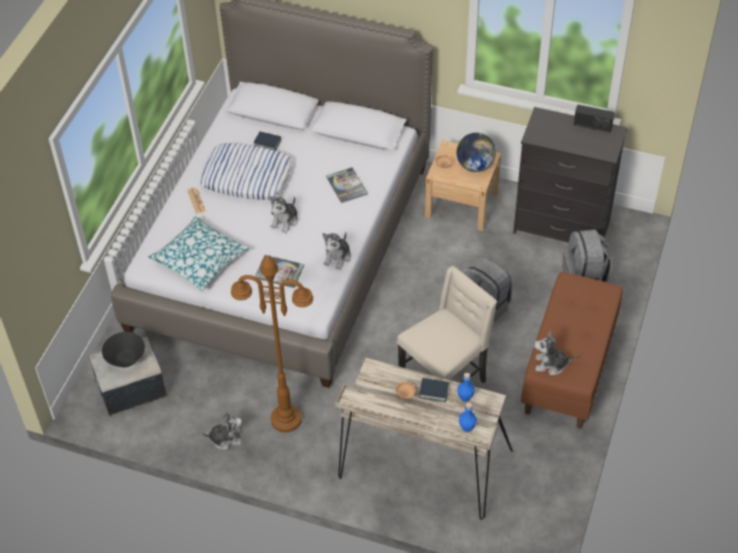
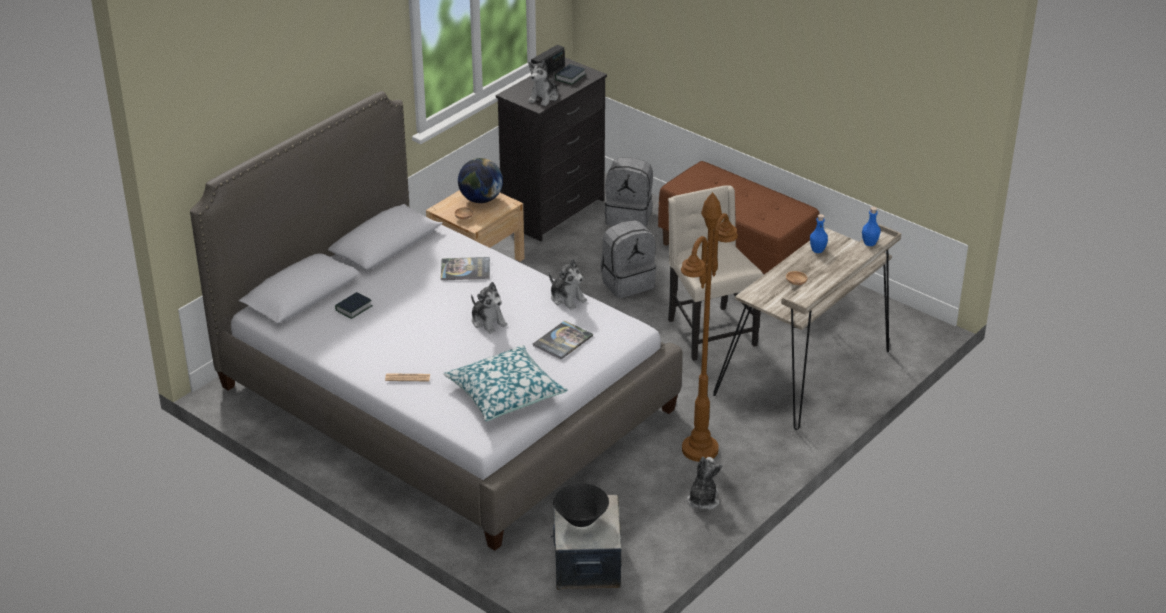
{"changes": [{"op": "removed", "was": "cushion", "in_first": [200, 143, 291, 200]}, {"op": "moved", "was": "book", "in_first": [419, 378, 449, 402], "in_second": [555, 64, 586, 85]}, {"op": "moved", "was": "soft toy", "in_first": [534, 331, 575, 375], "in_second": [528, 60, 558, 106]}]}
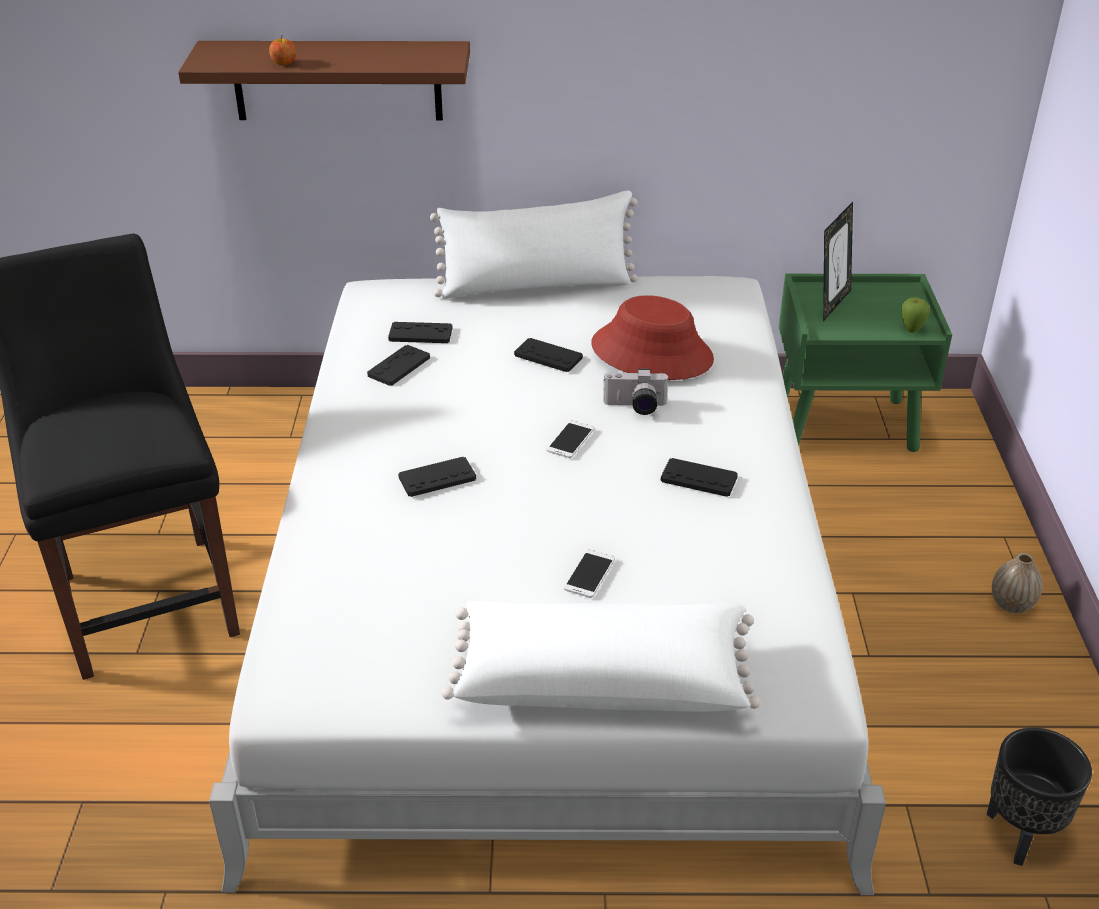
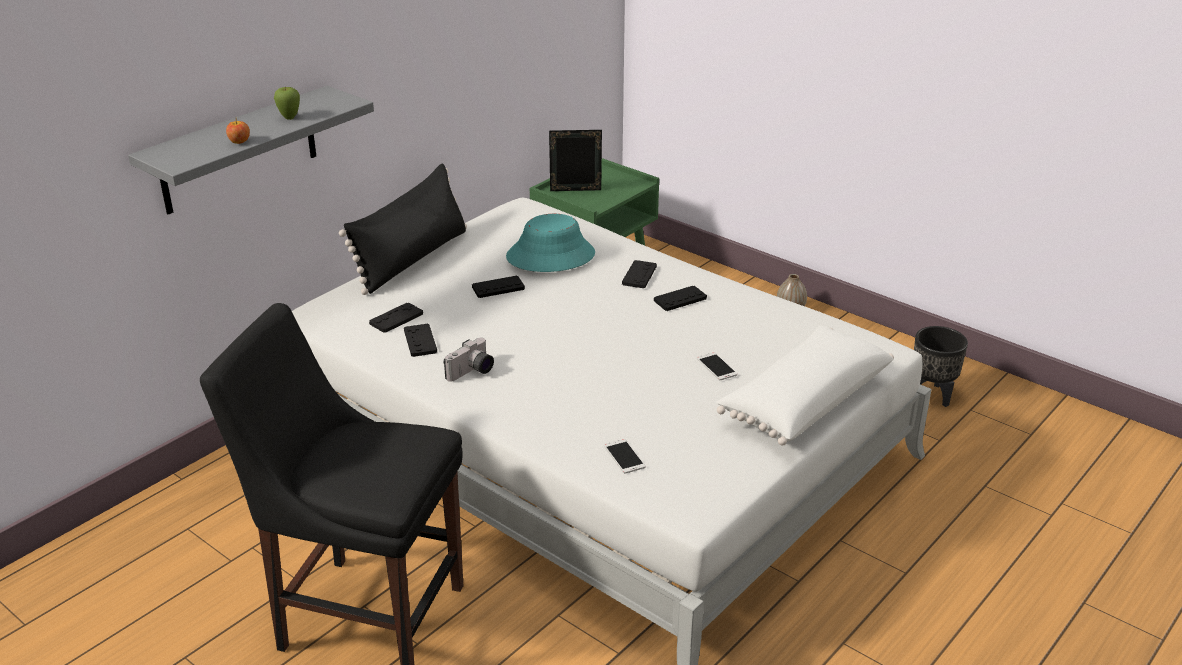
{"changes": [{"op": "moved", "was": "gamepad in blackish", "in_first": [398, 457, 476, 497], "in_second": [622, 260, 657, 288]}, {"op": "moved", "was": "phone", "in_first": [547, 420, 594, 458], "in_second": [604, 439, 645, 473]}, {"op": "moved", "was": "photo camera", "in_first": [603, 369, 670, 415], "in_second": [443, 338, 494, 382]}, {"op": "moved", "was": "apple", "in_first": [902, 297, 930, 333], "in_second": [274, 87, 300, 120]}, {"op": "recoloured", "was": "bracket shelf in brown-coloured", "now": "bracket shelf in gray", "in_first": [178, 41, 470, 121], "in_second": [128, 86, 374, 214]}, {"op": "recoloured", "was": "cushion in white", "now": "cushion in blackish", "in_first": [430, 191, 638, 299], "in_second": [339, 164, 467, 295]}, {"op": "recoloured", "was": "wearable hat in red-coloured", "now": "wearable hat in blue-green", "in_first": [591, 295, 714, 380], "in_second": [506, 214, 595, 272]}, {"op": "turned", "was": "picture frame", "in_first": [823, 202, 853, 321], "in_second": [549, 130, 602, 191], "clockwise": -75}]}
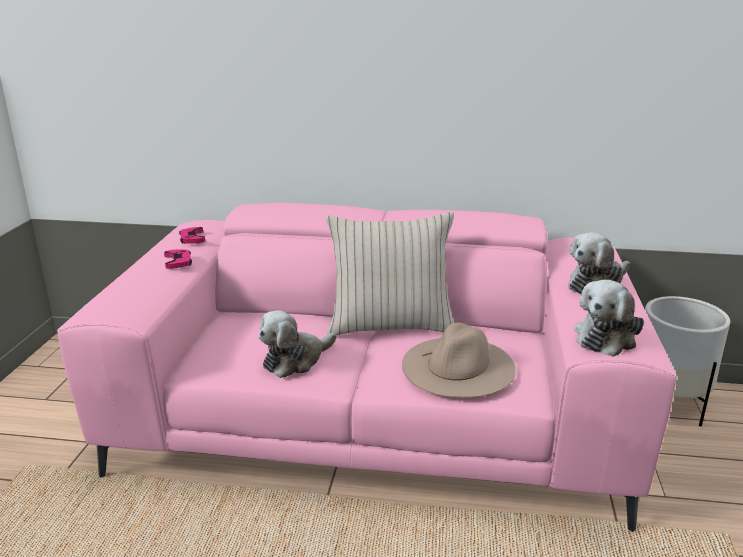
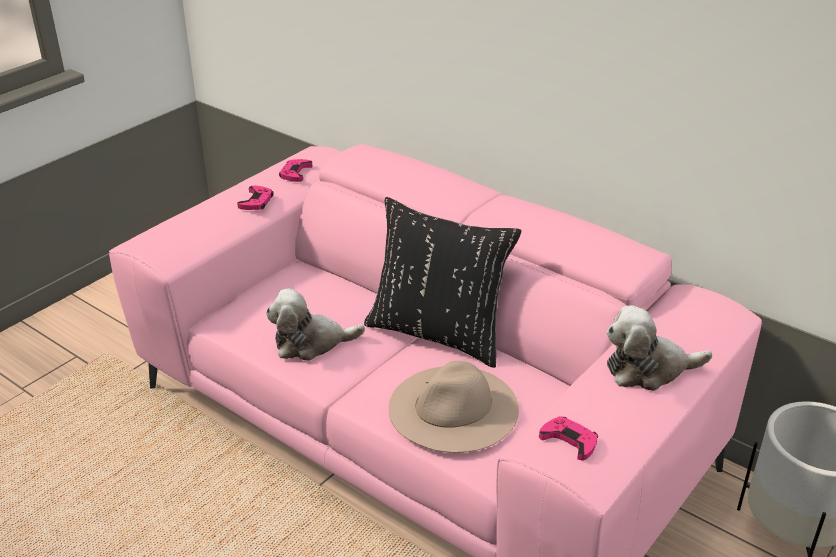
{"changes": [{"op": "replaced", "was": "soft toy", "now": "gamepad in pink-coloured", "in_first": [574, 279, 644, 357], "in_second": [539, 416, 598, 460]}, {"op": "recoloured", "was": "cushion in beige-coloured", "now": "cushion in blackish", "in_first": [326, 212, 454, 335], "in_second": [364, 197, 521, 368]}]}
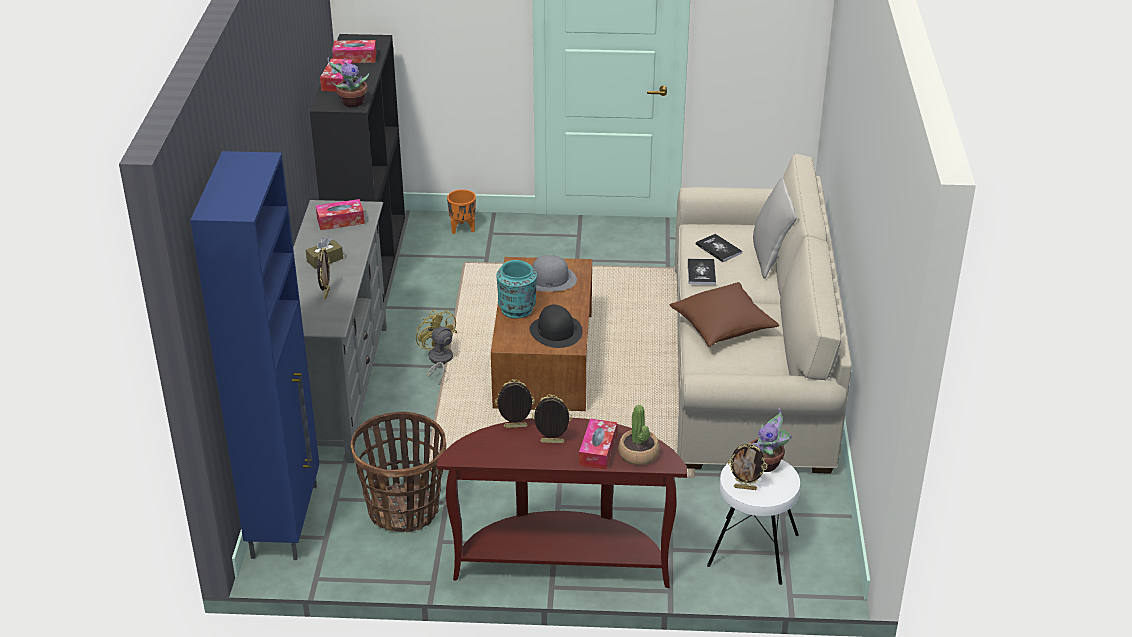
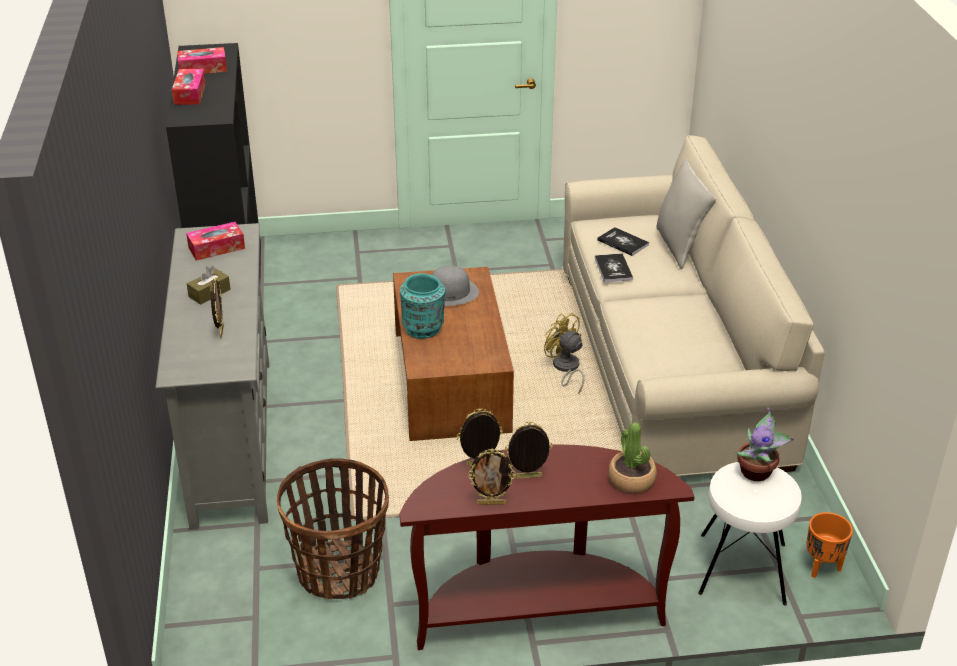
{"changes": [{"op": "removed", "was": "storage cabinet in bluish", "in_first": [190, 151, 319, 560]}, {"op": "removed", "was": "potted plant", "in_first": [327, 57, 369, 107]}, {"op": "removed", "was": "wearable hat in blackish", "in_first": [529, 305, 583, 348]}, {"op": "removed", "was": "box of tissues", "in_first": [579, 418, 617, 470]}, {"op": "removed", "was": "cushion in brown-coloured", "in_first": [670, 282, 779, 347]}, {"op": "moved", "was": "electric fan in yellowish", "in_first": [416, 309, 457, 385], "in_second": [544, 313, 584, 394]}, {"op": "moved", "was": "flower pot in orange-coloured", "in_first": [447, 189, 476, 234], "in_second": [806, 512, 853, 578]}, {"op": "moved", "was": "picture frame", "in_first": [728, 443, 768, 490], "in_second": [467, 449, 516, 505]}]}
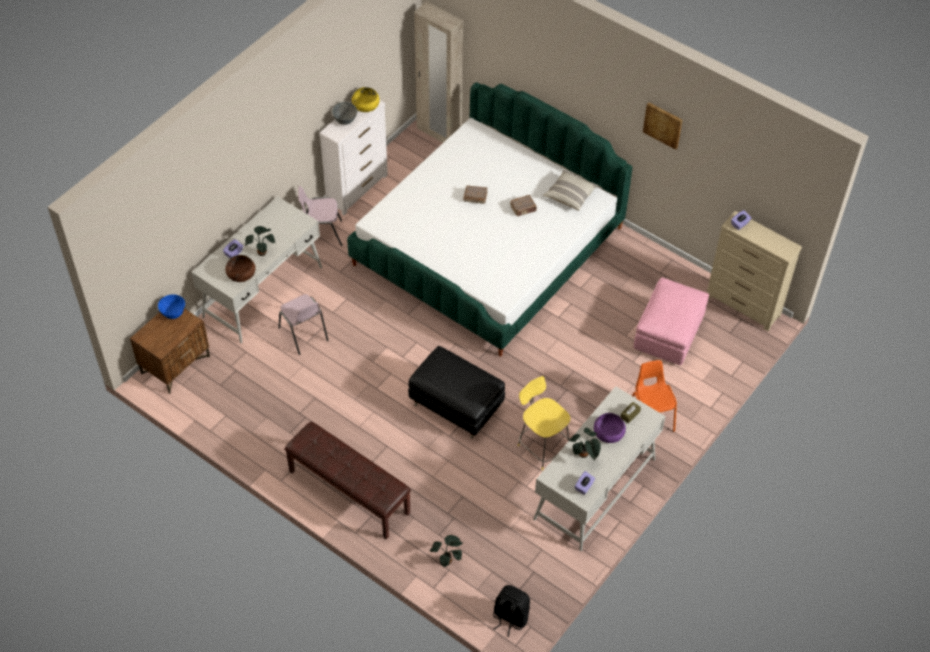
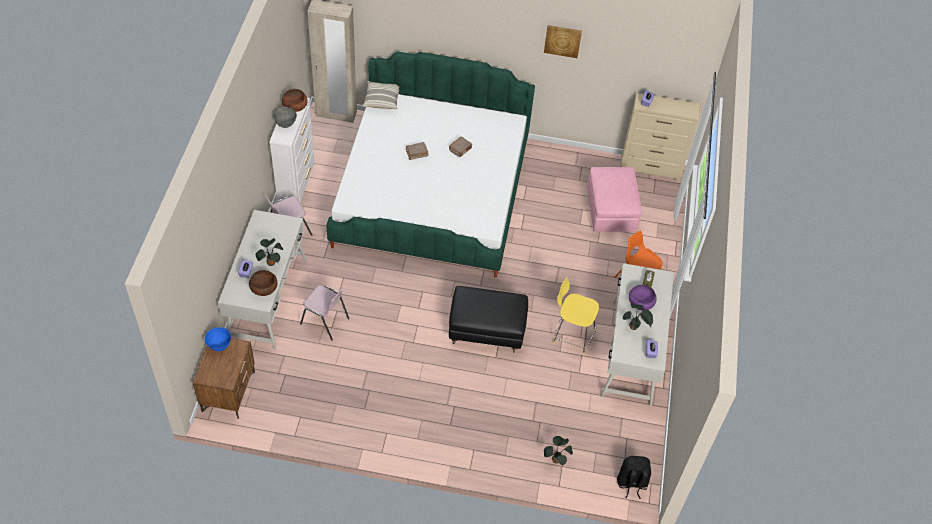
{"changes": [{"op": "removed", "was": "long seat in brown-coloured", "in_first": [284, 422, 411, 539]}, {"op": "moved", "was": "cushion", "in_first": [543, 169, 598, 211], "in_second": [362, 81, 400, 109]}, {"op": "recoloured", "was": "serving bowl in yellowish", "now": "serving bowl in brown-coloured", "in_first": [352, 87, 380, 112], "in_second": [282, 89, 308, 112]}]}
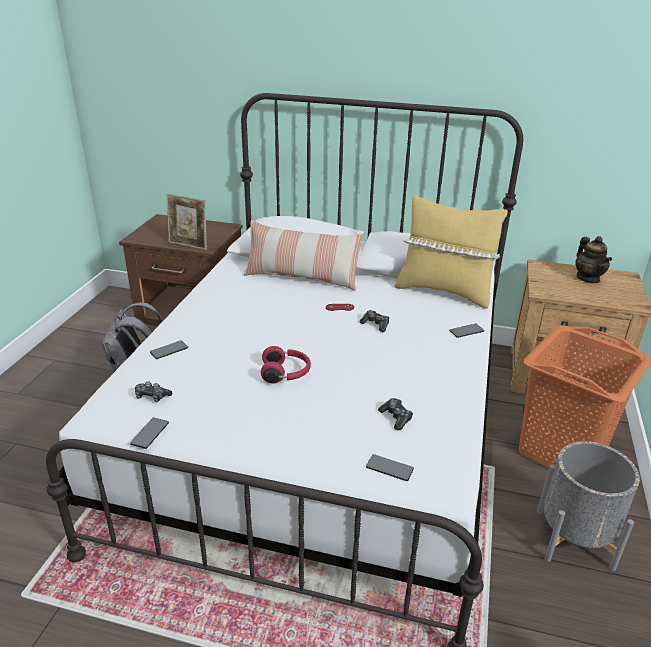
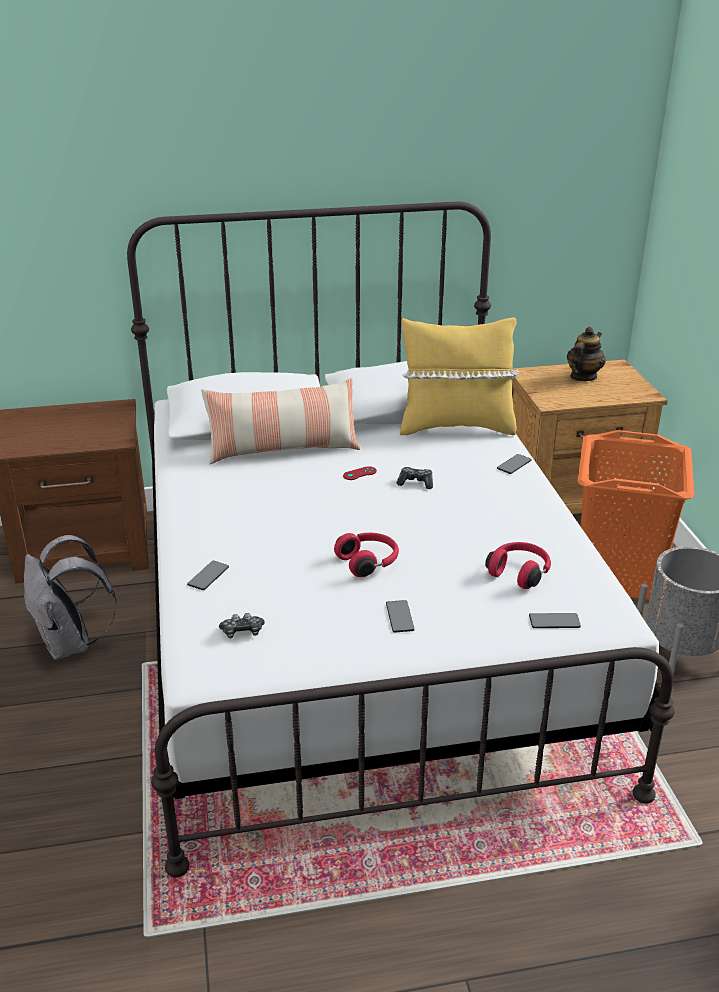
{"changes": [{"op": "removed", "was": "picture frame", "in_first": [166, 193, 207, 250]}, {"op": "moved", "was": "phone", "in_first": [130, 418, 169, 449], "in_second": [386, 600, 415, 633]}, {"op": "replaced", "was": "gamepad", "now": "headphones in red-coloured", "in_first": [378, 398, 413, 430], "in_second": [485, 542, 551, 589]}, {"op": "turned", "was": "pot for tea", "in_first": [575, 236, 612, 283], "in_second": [567, 327, 606, 381], "clockwise": -105}]}
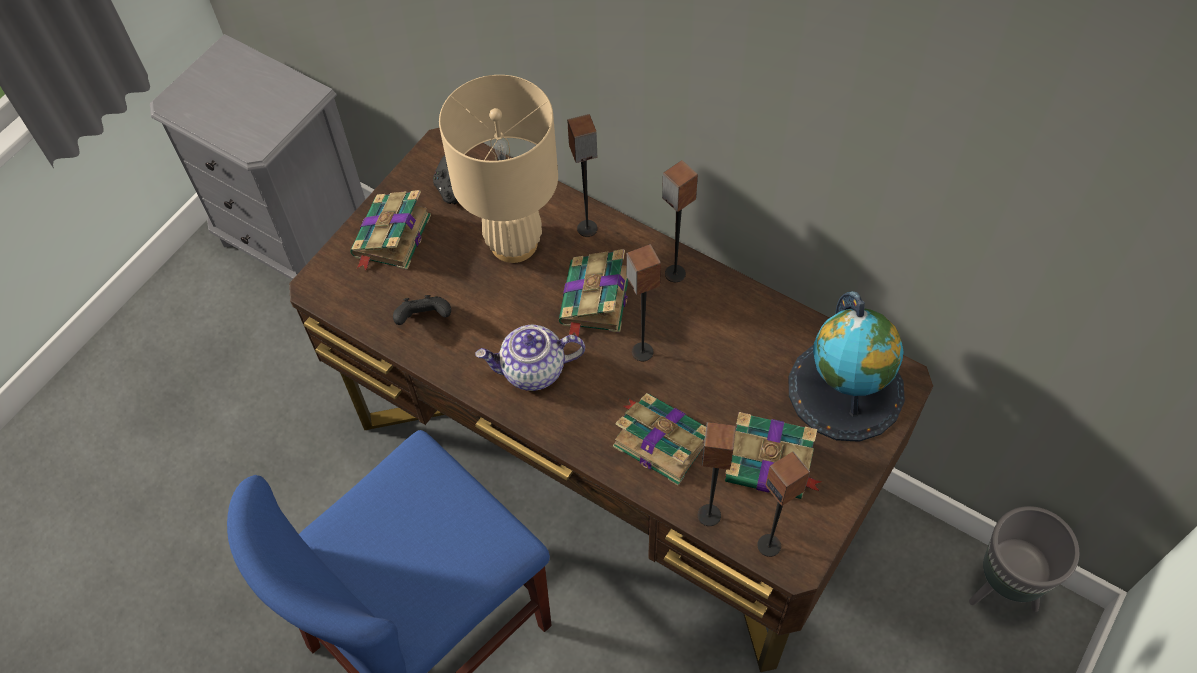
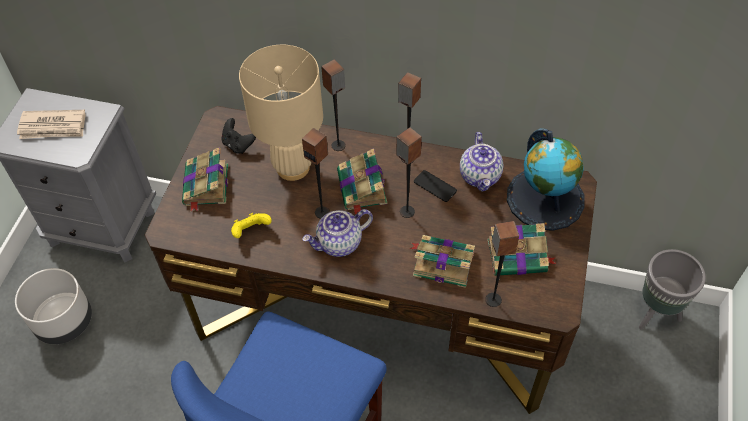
{"changes": [{"op": "added", "now": "flower pot in gray", "in_second": [15, 268, 92, 344]}, {"op": "added", "now": "daily paper", "in_second": [17, 110, 86, 139]}, {"op": "added", "now": "phone", "in_second": [414, 170, 457, 202]}, {"op": "added", "now": "pot for tea", "in_second": [460, 132, 503, 192]}, {"op": "moved", "was": "loudspeaker", "in_first": [757, 451, 810, 557], "in_second": [302, 128, 330, 219]}, {"op": "recoloured", "was": "gamepad in blackish", "now": "gamepad in yellowish", "in_first": [393, 295, 451, 325], "in_second": [231, 213, 272, 238]}]}
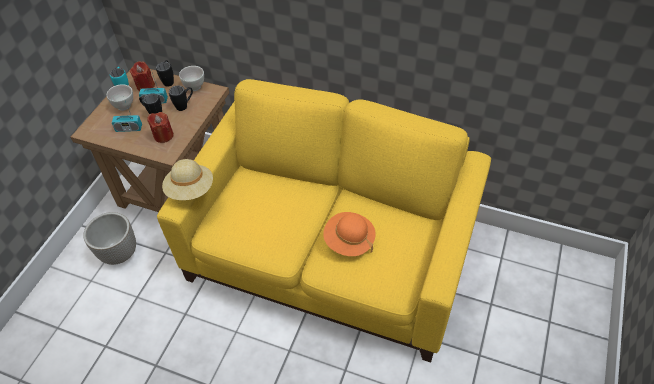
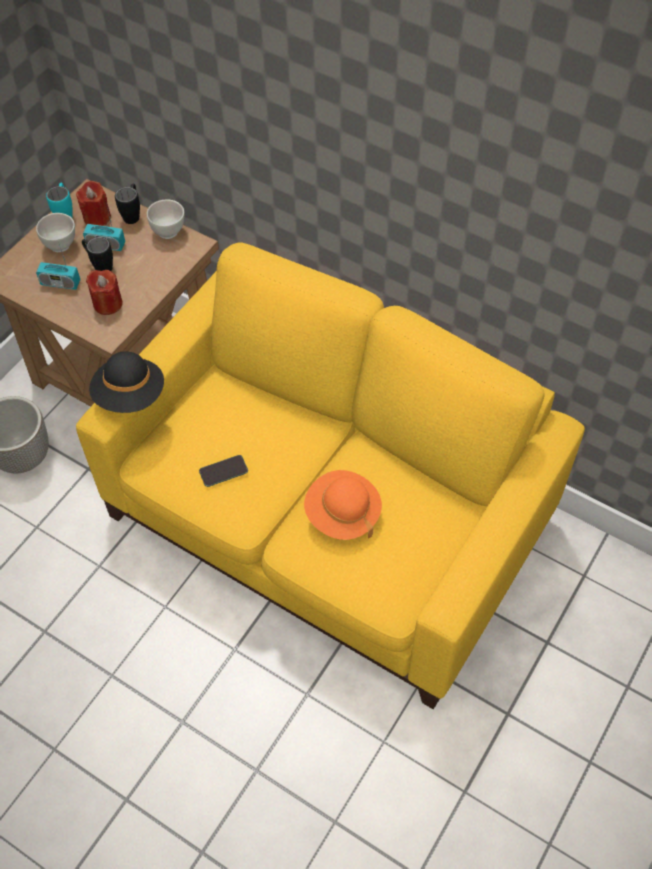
{"changes": [{"op": "removed", "was": "tea mug in blackish", "in_first": [169, 86, 193, 111]}, {"op": "added", "now": "phone", "in_second": [199, 455, 248, 487]}, {"op": "recoloured", "was": "wearable hat in beige-coloured", "now": "wearable hat in blackish", "in_first": [162, 159, 213, 200], "in_second": [89, 351, 164, 413]}]}
